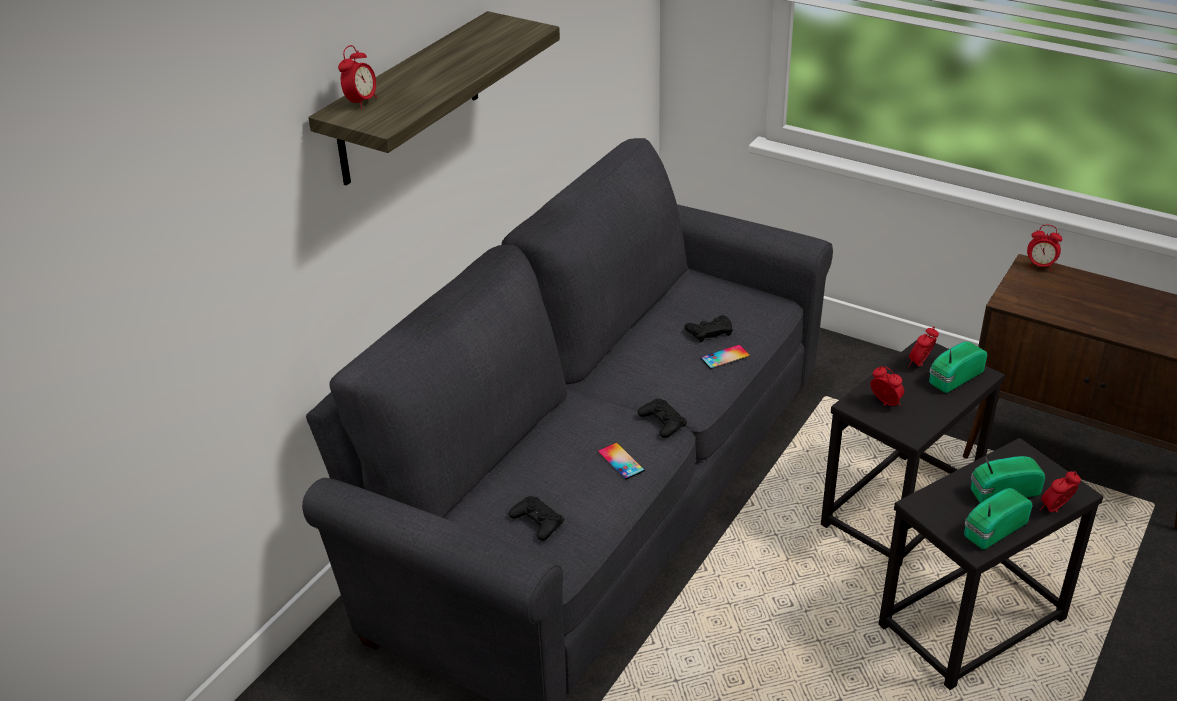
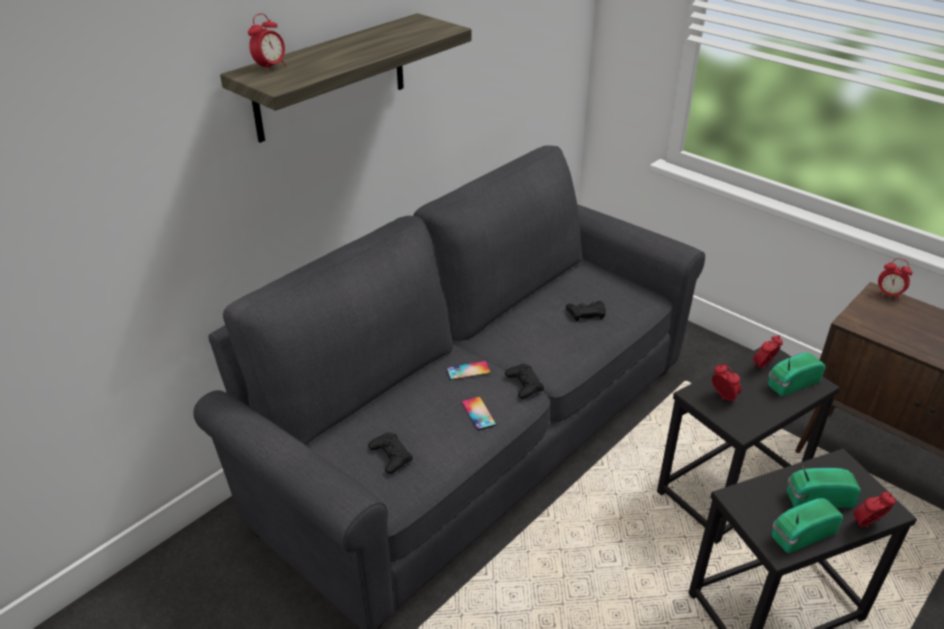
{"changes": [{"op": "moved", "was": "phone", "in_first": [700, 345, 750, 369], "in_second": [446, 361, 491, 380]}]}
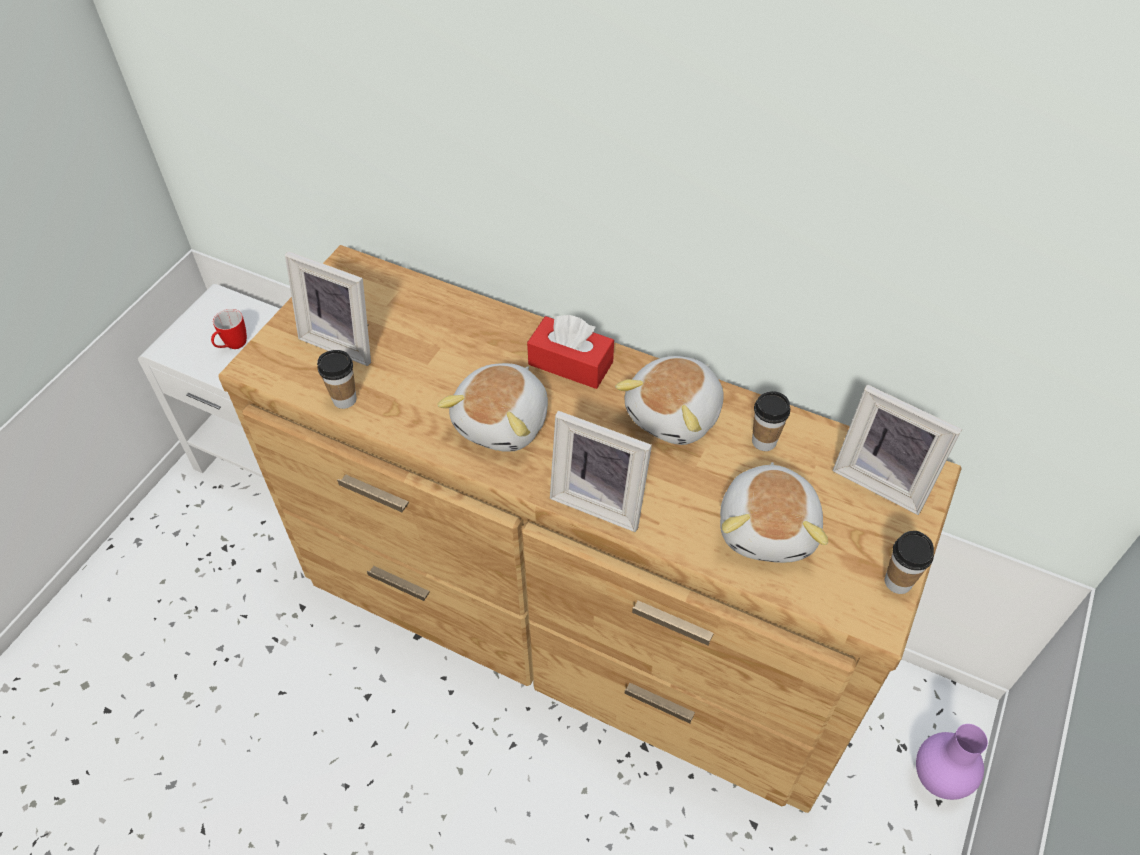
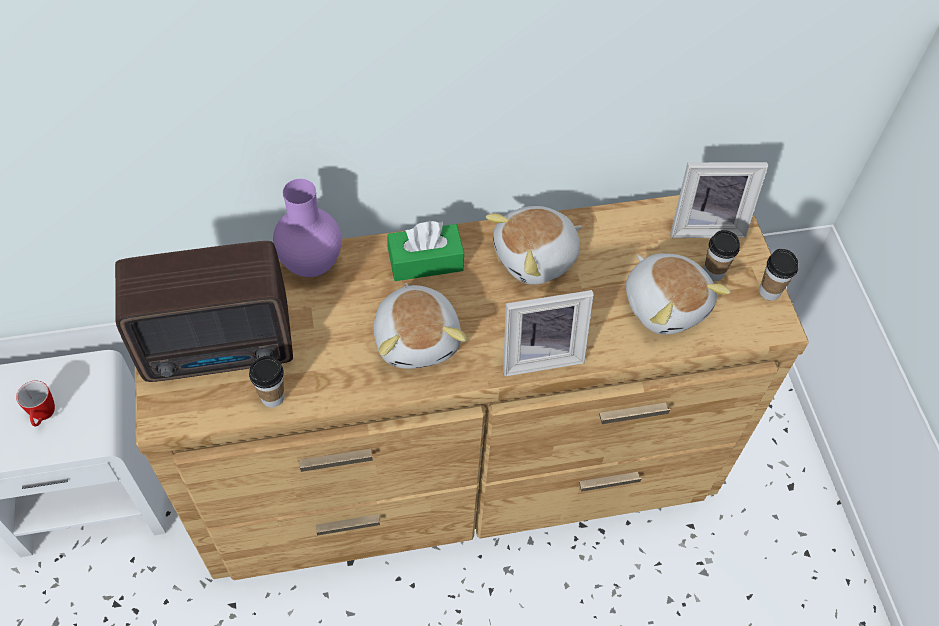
{"changes": [{"op": "moved", "was": "small cup", "in_first": [752, 391, 790, 451], "in_second": [704, 230, 740, 281]}, {"op": "moved", "was": "vase in purplish", "in_first": [916, 724, 988, 800], "in_second": [273, 179, 342, 277]}, {"op": "replaced", "was": "picture frame", "now": "radio receiver", "in_first": [285, 251, 371, 366], "in_second": [115, 241, 293, 382]}, {"op": "recoloured", "was": "box of tissues in red-coloured", "now": "box of tissues in green", "in_first": [527, 315, 614, 389], "in_second": [387, 221, 464, 281]}, {"op": "turned", "was": "soft toy", "in_first": [615, 356, 724, 445], "in_second": [486, 206, 582, 285], "clockwise": 60}]}
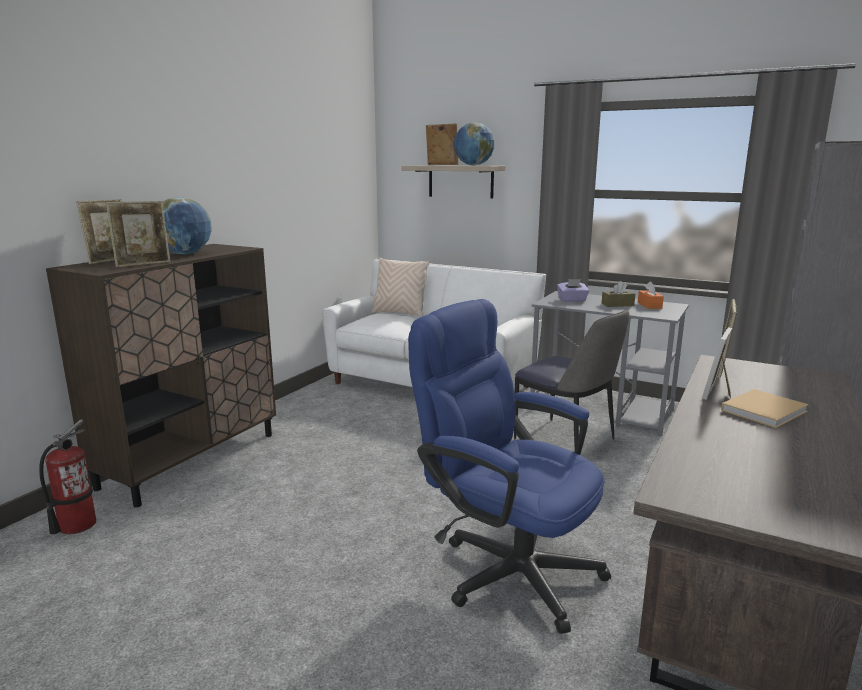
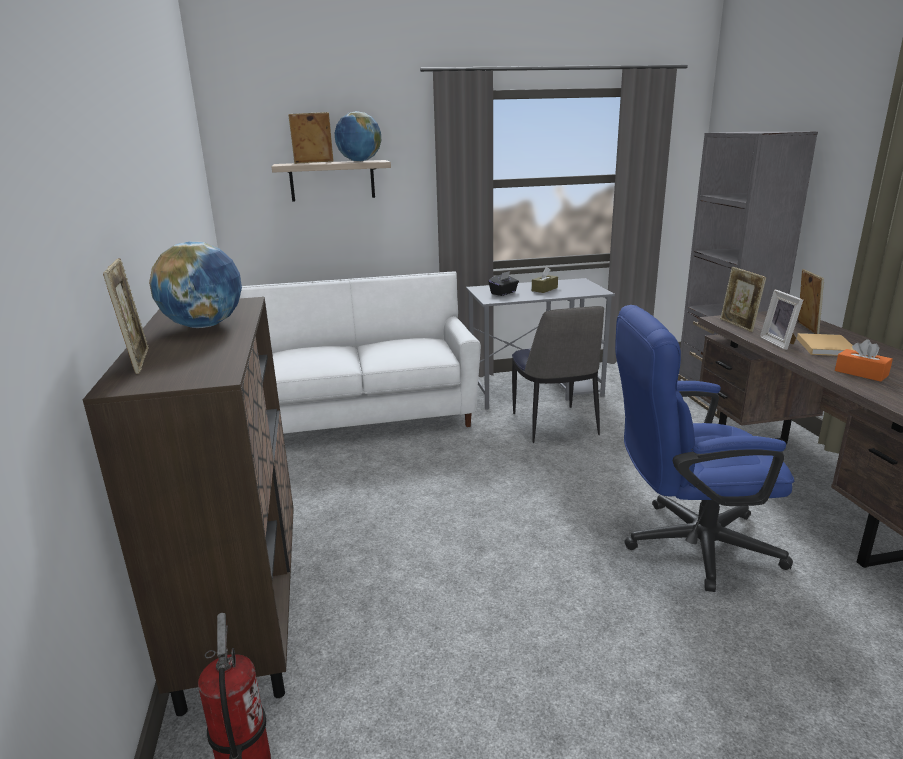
{"changes": [{"op": "removed", "was": "cushion in beige-coloured", "in_first": [371, 257, 430, 317]}, {"op": "moved", "was": "picture frame", "in_first": [106, 201, 171, 267], "in_second": [798, 269, 824, 334]}, {"op": "moved", "was": "box of tissues in orange-coloured", "in_first": [638, 281, 664, 309], "in_second": [835, 339, 893, 382]}, {"op": "recoloured", "was": "box of tissues in purplish", "now": "box of tissues in blackish", "in_first": [557, 279, 589, 302], "in_second": [488, 271, 519, 296]}, {"op": "turned", "was": "upright chair", "in_first": [514, 309, 630, 448], "in_second": [512, 306, 604, 443], "clockwise": 75}]}
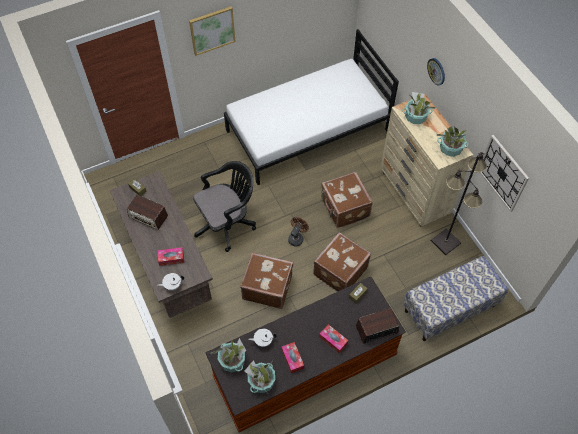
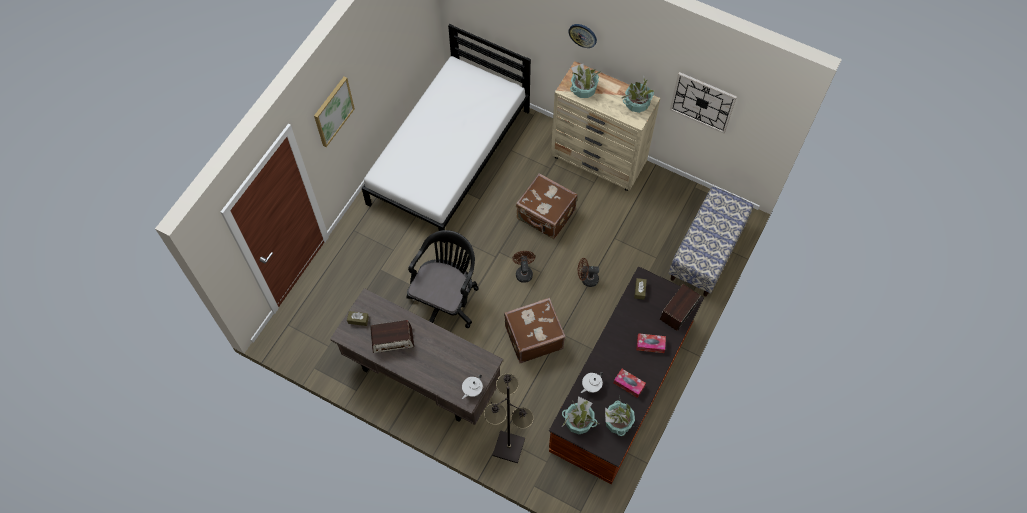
{"changes": [{"op": "removed", "was": "box of tissues", "in_first": [158, 247, 184, 266]}, {"op": "moved", "was": "standard lamp in blackish", "in_first": [431, 152, 487, 255], "in_second": [484, 373, 534, 463]}, {"op": "replaced", "was": "piece of luggage in brown-coloured", "now": "electric fan in brown-coloured", "in_first": [313, 232, 371, 292], "in_second": [578, 258, 599, 287]}]}
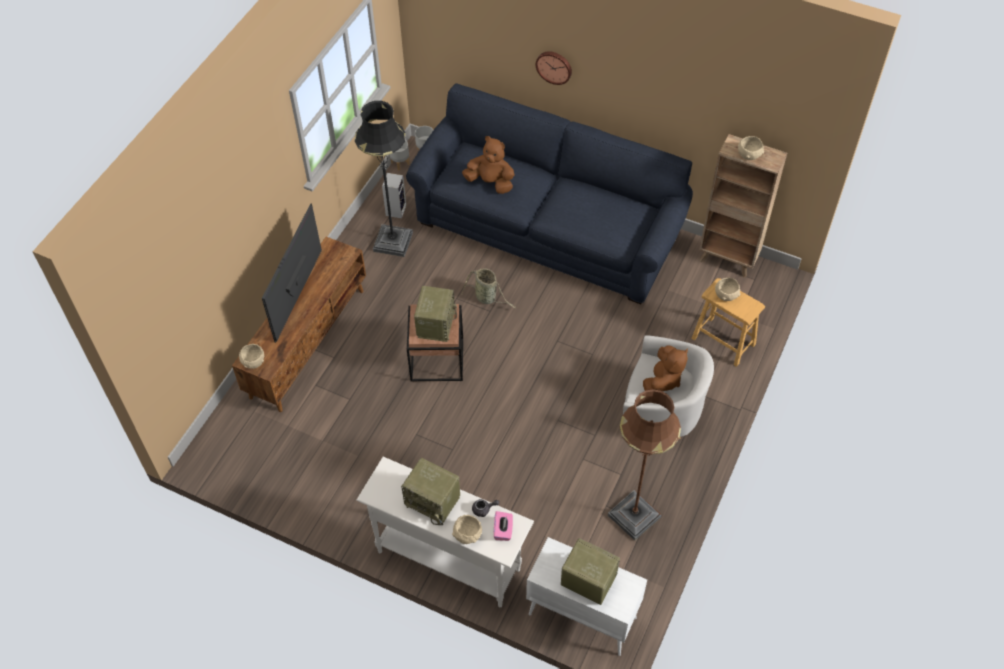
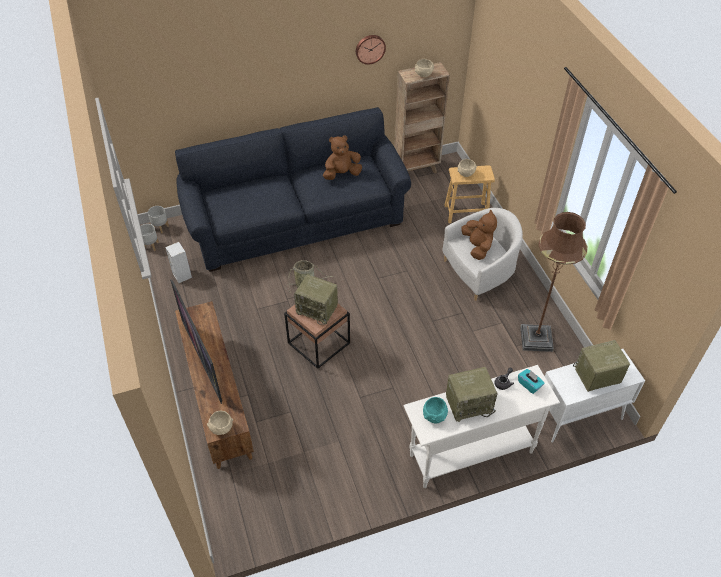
{"changes": [{"op": "removed", "was": "standard lamp in blackish", "in_first": [355, 101, 413, 257]}, {"op": "removed", "was": "serving bowl in beige-coloured", "in_first": [452, 515, 482, 544]}, {"op": "added", "now": "serving bowl in blue-green", "in_second": [423, 397, 448, 423]}, {"op": "moved", "was": "soft toy in brown-coloured", "in_first": [462, 136, 514, 194], "in_second": [323, 135, 362, 180]}, {"op": "moved", "was": "wall clock", "in_first": [536, 51, 572, 85], "in_second": [356, 35, 386, 65]}, {"op": "recoloured", "was": "box of tissues in pink-coloured", "now": "box of tissues in blue-green", "in_first": [494, 511, 513, 541], "in_second": [518, 369, 545, 394]}, {"op": "turned", "was": "radio receiver", "in_first": [414, 286, 457, 342], "in_second": [294, 274, 338, 325], "clockwise": 150}]}
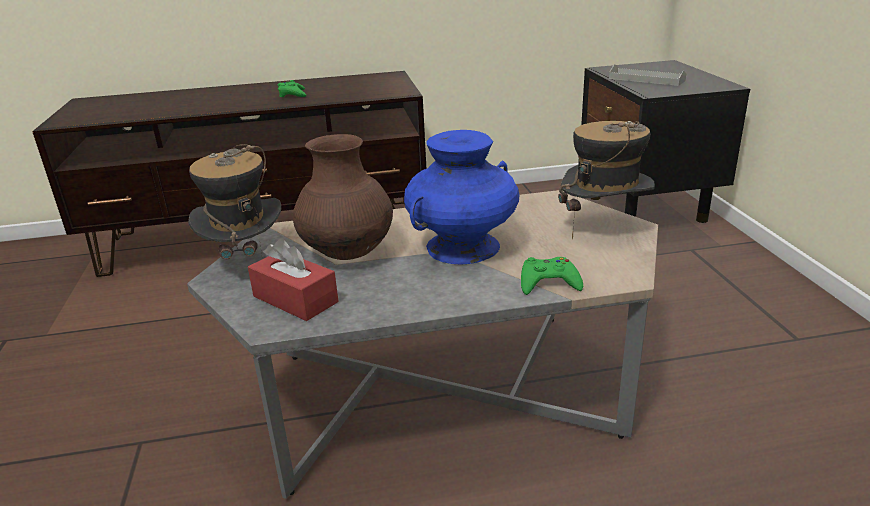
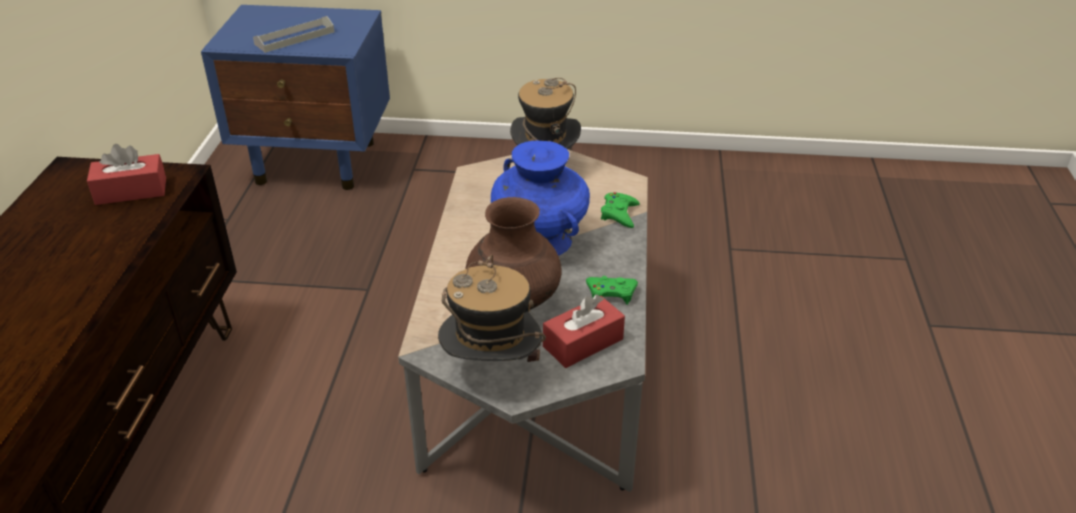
{"changes": [{"op": "added", "now": "box of tissues in red-coloured", "in_second": [87, 144, 166, 205]}, {"op": "moved", "was": "gamepad in green", "in_first": [278, 80, 306, 97], "in_second": [586, 276, 638, 305]}, {"op": "recoloured", "was": "night table in blackish", "now": "night table in bluish", "in_first": [581, 60, 750, 223], "in_second": [201, 5, 390, 190]}]}
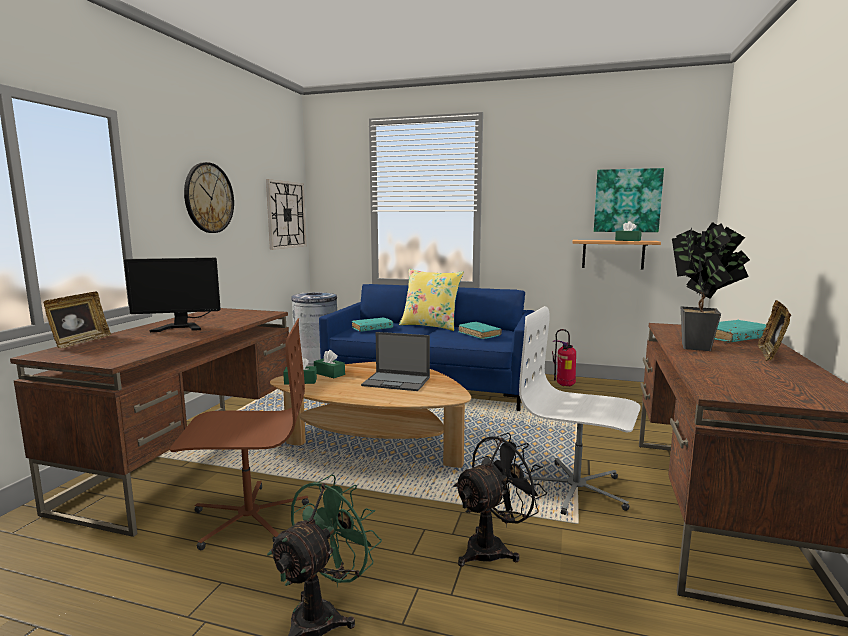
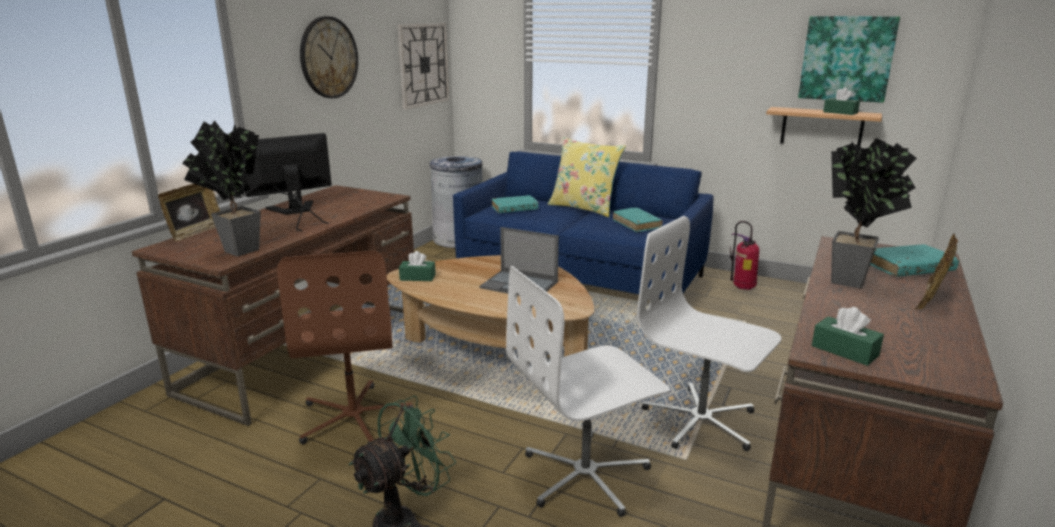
{"changes": [{"op": "added", "now": "potted plant", "in_second": [182, 120, 261, 256]}, {"op": "moved", "was": "box of tissues in green", "in_first": [314, 350, 345, 378], "in_second": [812, 307, 884, 366]}, {"op": "replaced", "was": "electric fan in blackish", "now": "desk chair in white", "in_first": [453, 433, 547, 567], "in_second": [506, 266, 670, 517]}, {"op": "turned", "was": "monitor", "in_first": [124, 258, 221, 332], "in_second": [245, 133, 332, 231], "clockwise": 150}, {"op": "turned", "was": "desk chair in brown-coloured", "in_first": [170, 318, 309, 550], "in_second": [277, 251, 413, 445], "clockwise": 75}]}
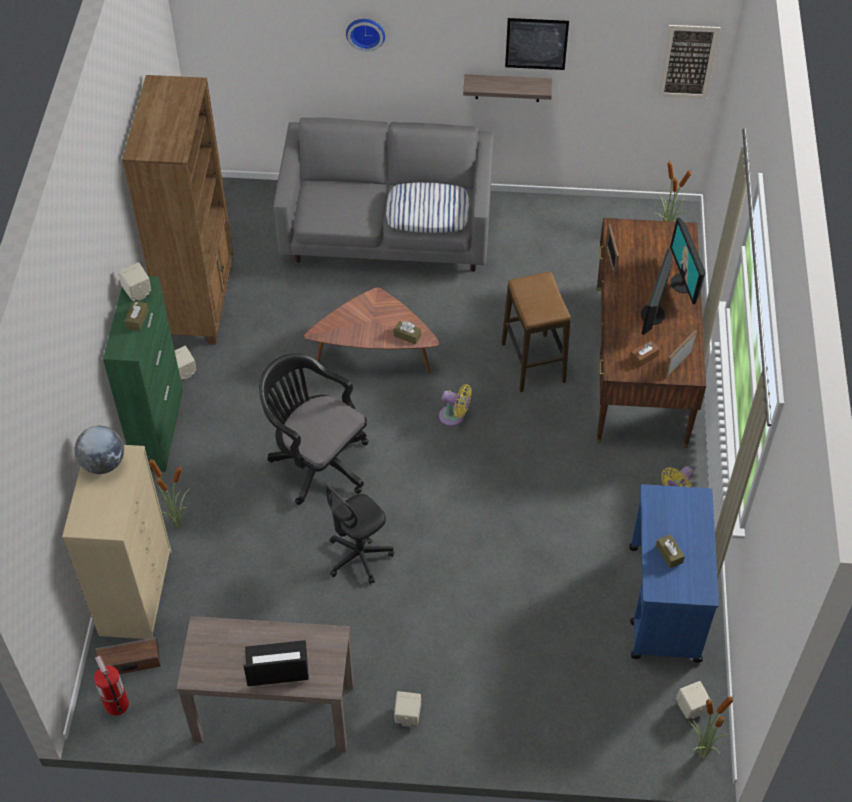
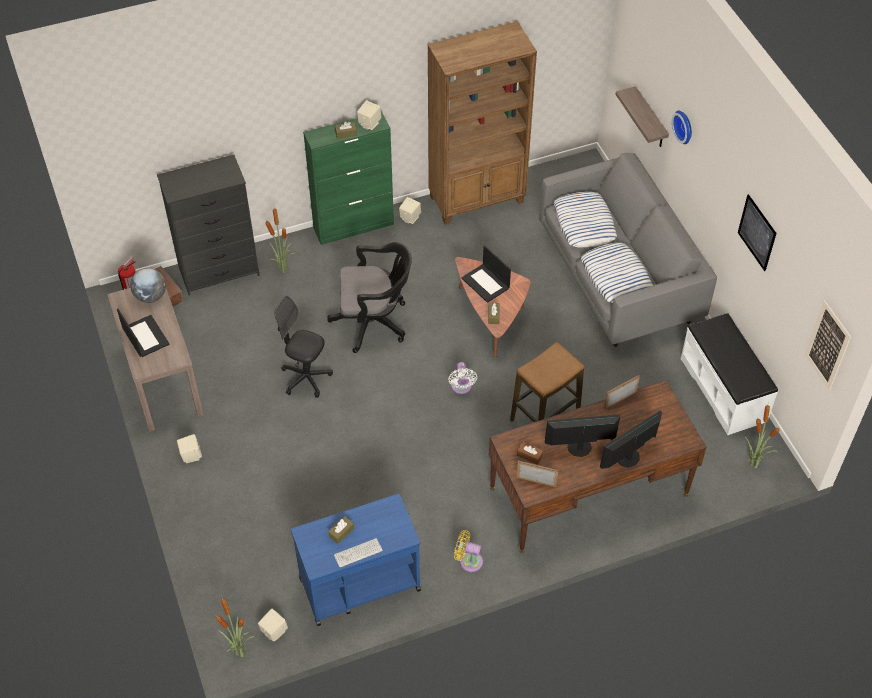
{"changes": [{"op": "added", "now": "PC keyboard", "in_second": [334, 538, 383, 567]}, {"op": "added", "now": "notebook computer", "in_second": [461, 246, 511, 303]}, {"op": "added", "now": "cushion", "in_second": [554, 192, 617, 248]}, {"op": "added", "now": "long seat in white", "in_second": [681, 313, 778, 435]}, {"op": "moved", "was": "world globe", "in_first": [75, 426, 124, 474], "in_second": [130, 268, 166, 303]}, {"op": "moved", "was": "bracket shelf", "in_first": [463, 74, 552, 102], "in_second": [616, 86, 669, 147]}, {"op": "recoloured", "was": "chest of drawers in beige-coloured", "now": "chest of drawers in blackish", "in_first": [62, 445, 172, 639], "in_second": [157, 155, 260, 295]}, {"op": "recoloured", "was": "electric fan in yellowish", "now": "electric fan in white", "in_first": [439, 384, 472, 426], "in_second": [448, 362, 477, 394]}, {"op": "turned", "was": "desk chair in blackish", "in_first": [259, 353, 368, 505], "in_second": [327, 242, 412, 353], "clockwise": 75}]}
